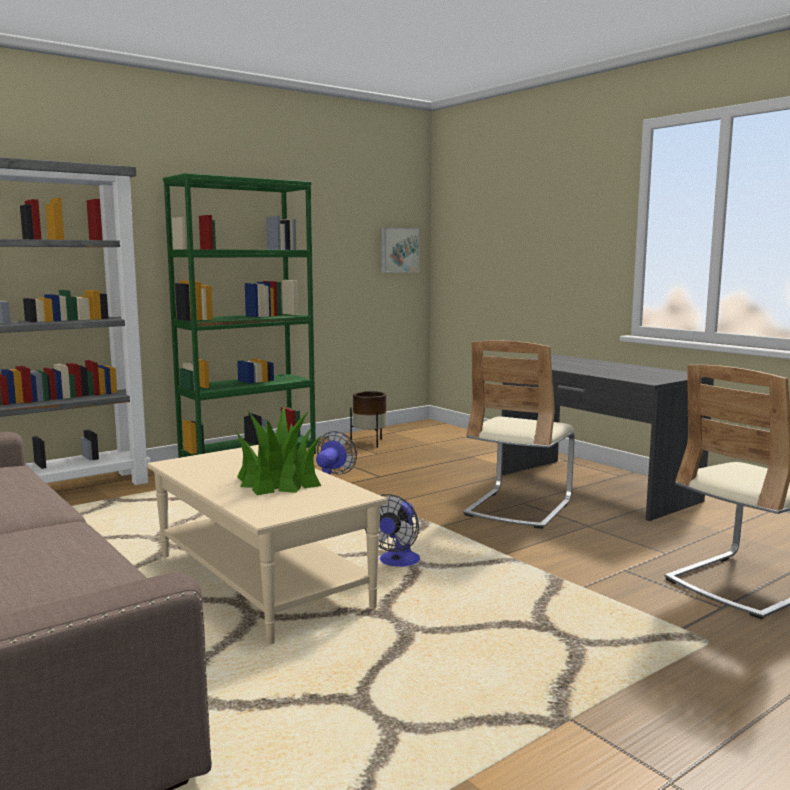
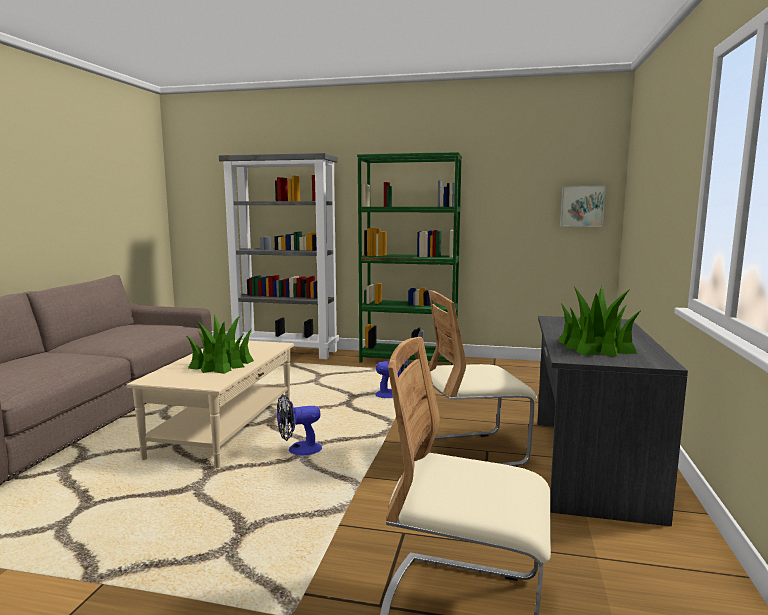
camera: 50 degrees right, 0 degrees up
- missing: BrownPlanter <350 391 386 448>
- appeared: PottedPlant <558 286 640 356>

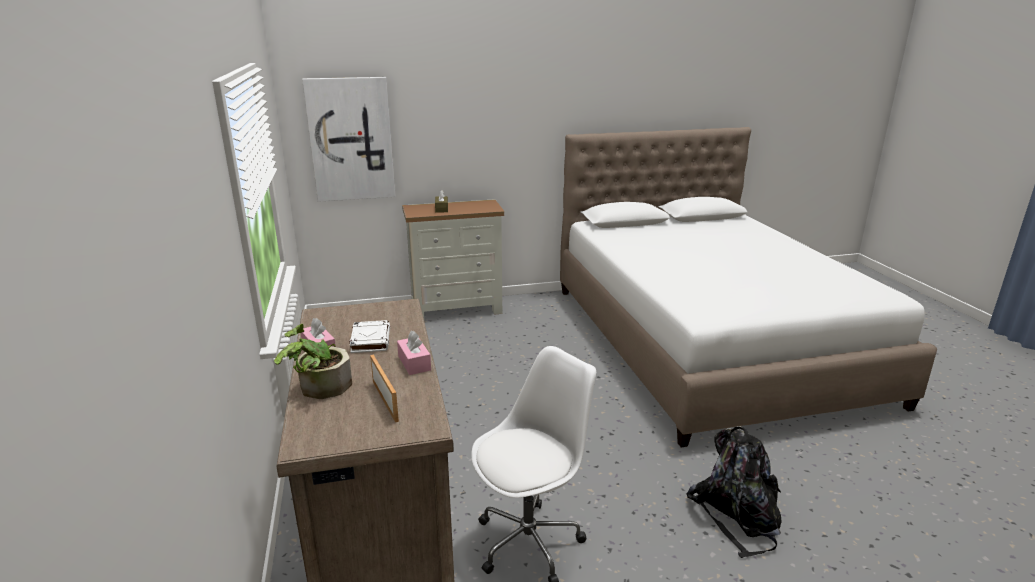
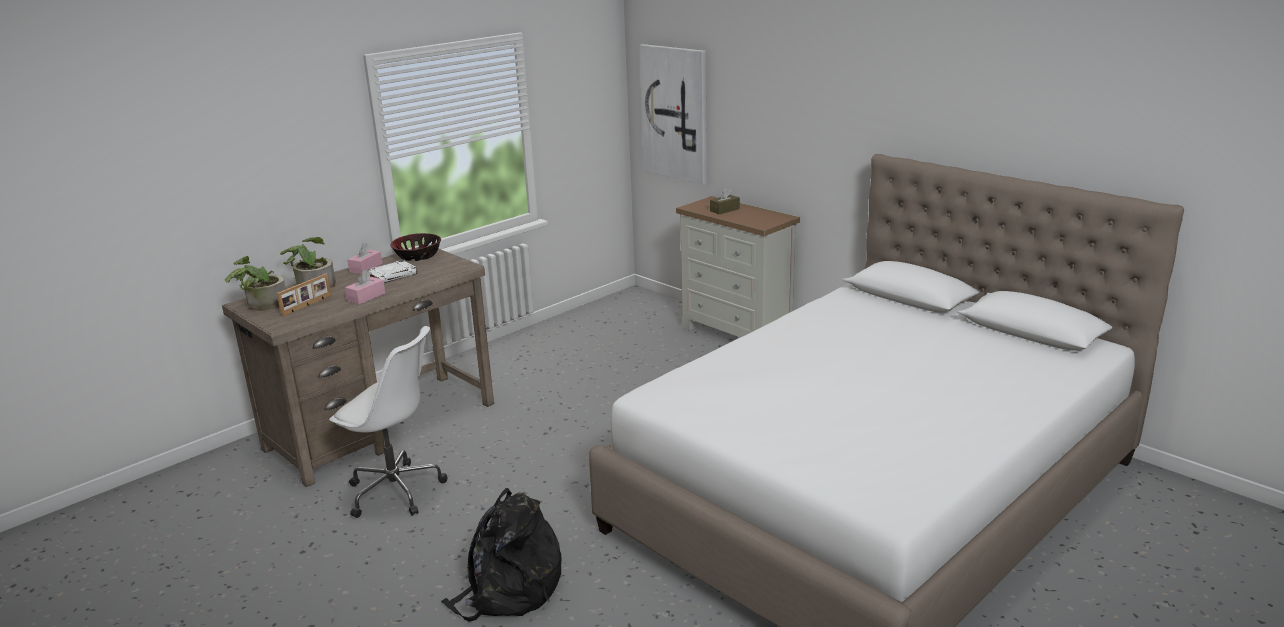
camera: 60 degrees right, 0 degrees up
- appeared: Bowl <390 233 441 261>
- appeared: PottedPlant <225 256 286 311>

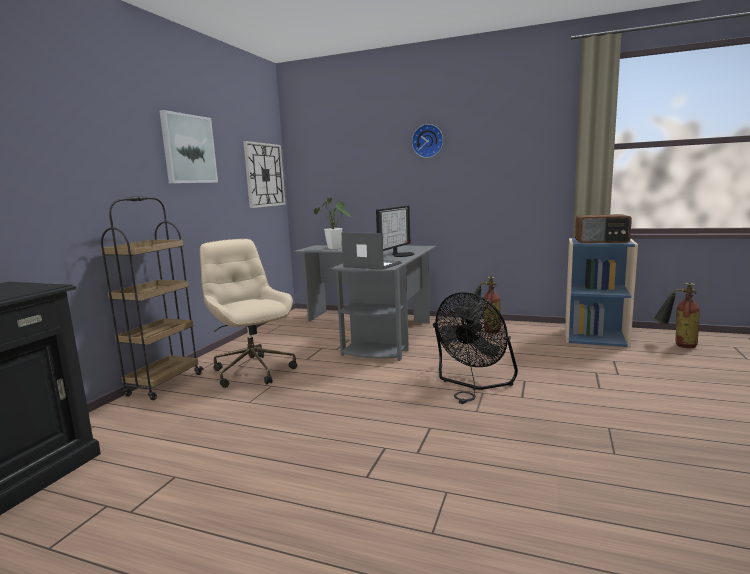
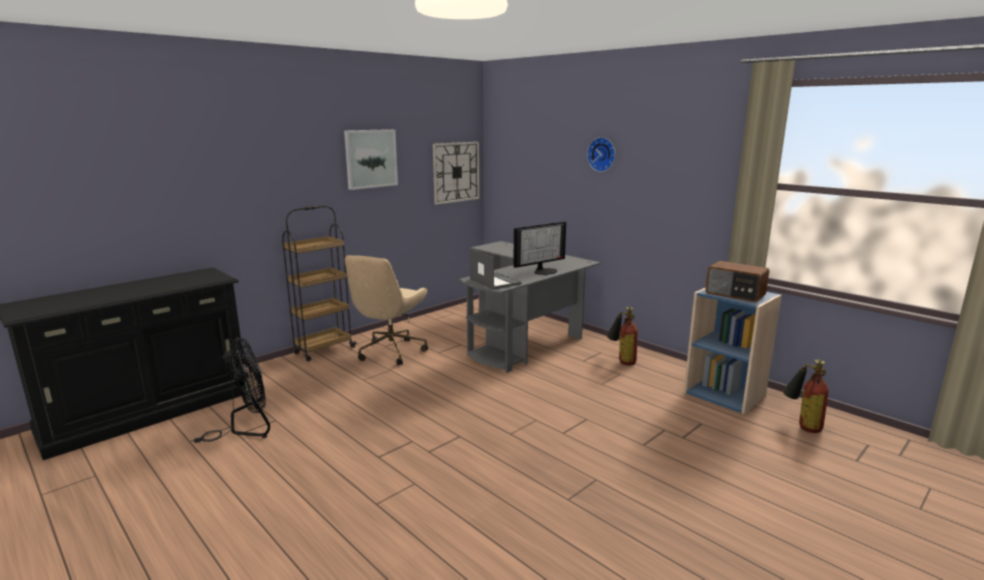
camera: 25 degrees right, 5 degrees up
- missing: PottedPlant <314 198 350 249>
- spun: BeigeOfficeChair <200 239 297 388> = <345 255 428 365> 150 degrees counterclockwise
- relocated: BlackFan <433 292 518 404> to <193 337 270 443>

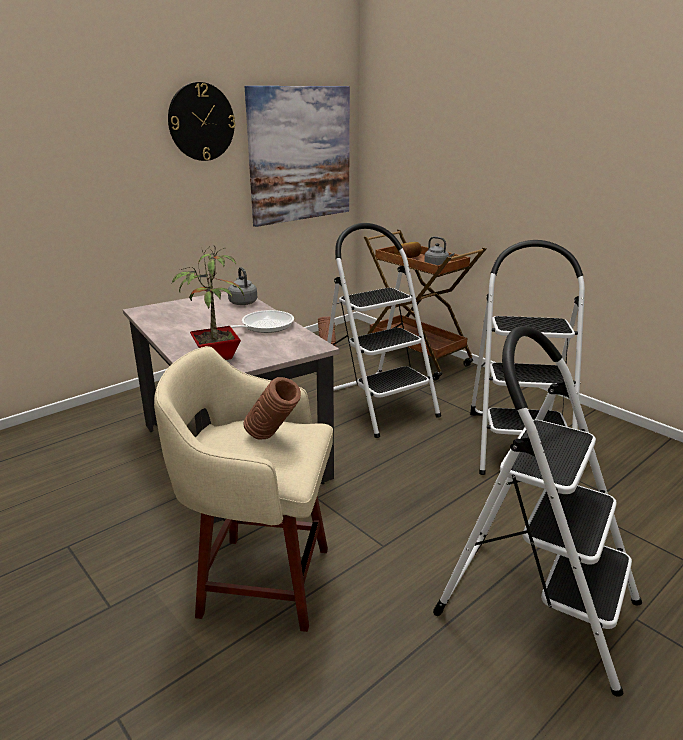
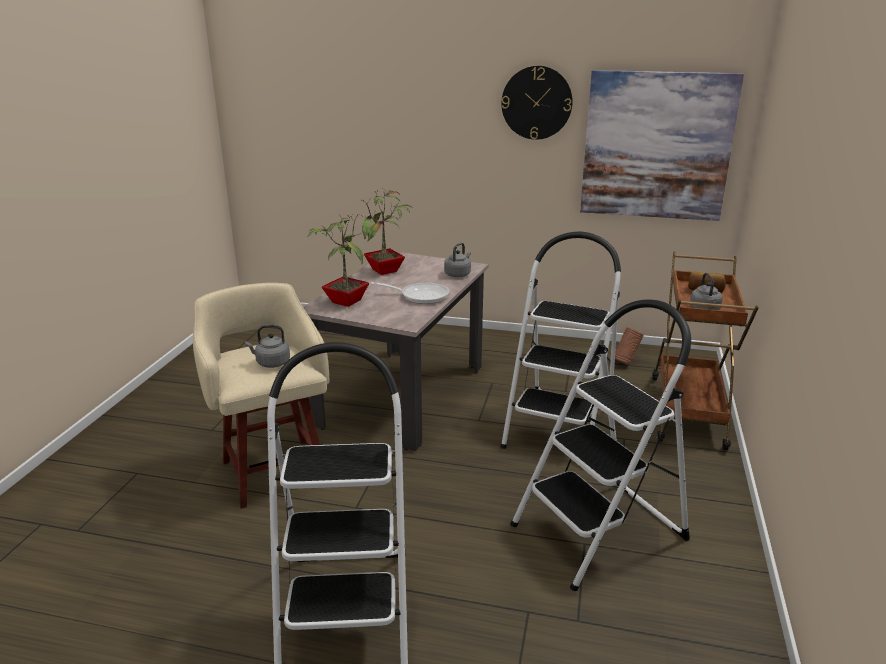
camera: 55 degrees right, 0 degrees up
- exchanged: BrownVase <244 377 301 440> to GreyKettle <245 325 290 368>
- appeared: PottedPlant <362 190 411 275>

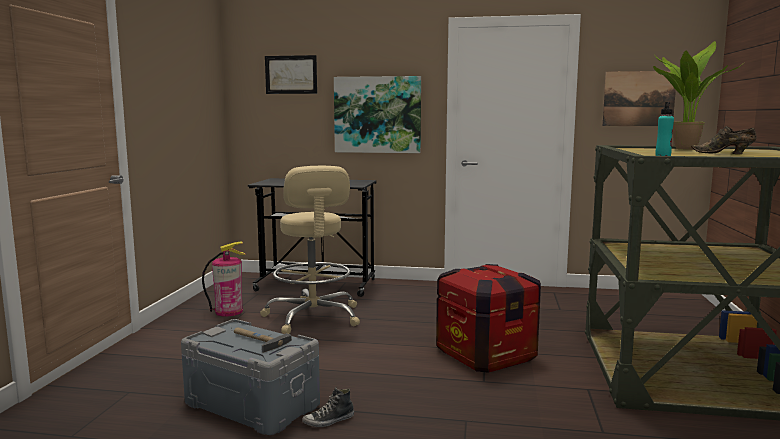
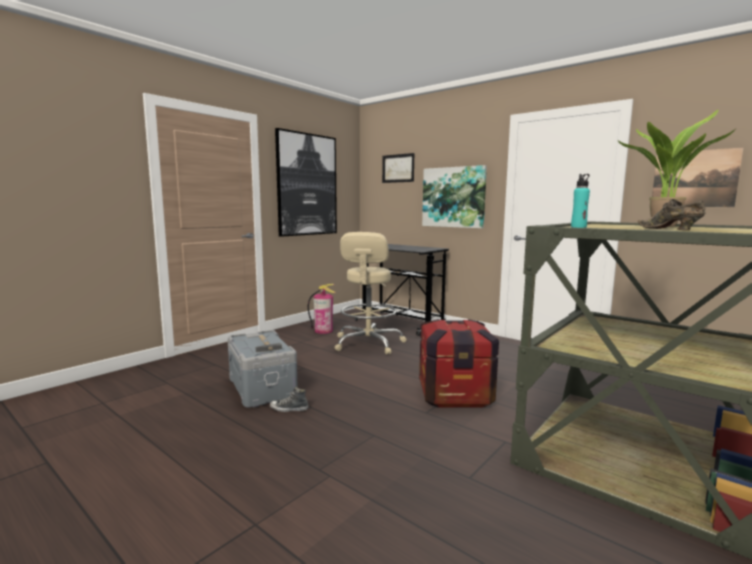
camera: 30 degrees right, 0 degrees up
- appeared: Picture <275 128 337 237>

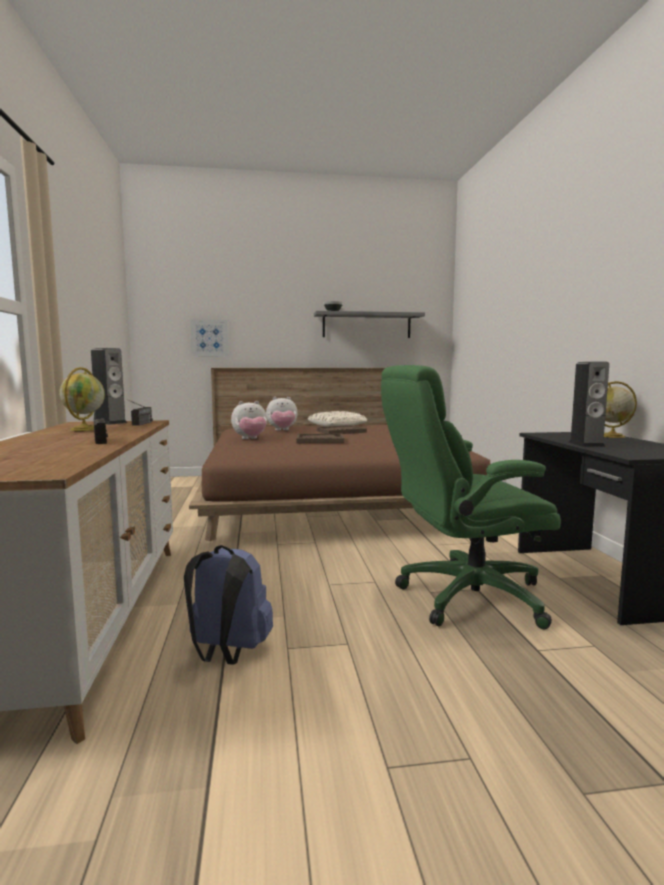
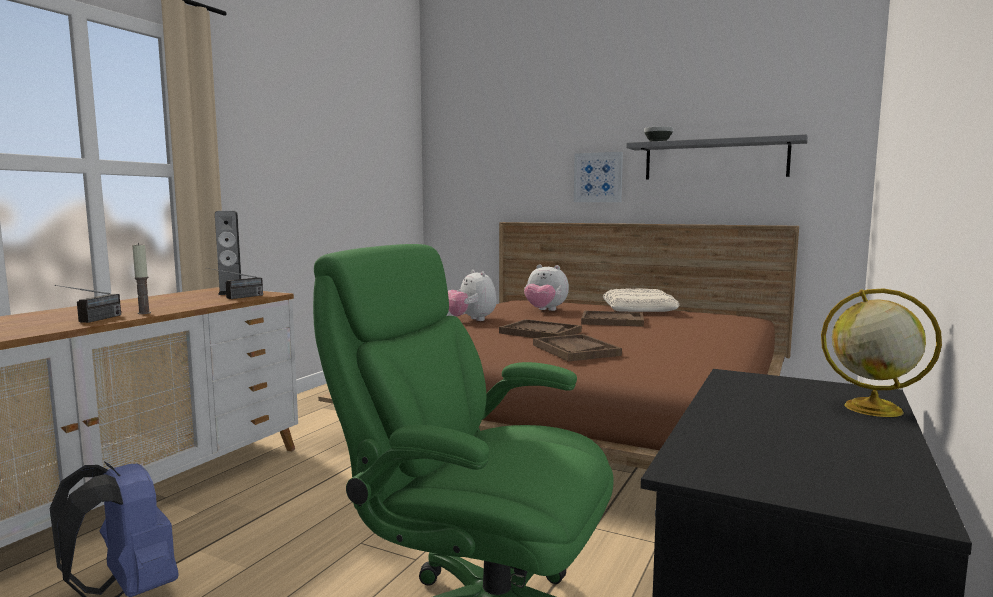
camera: 35 degrees right, 0 degrees up
- relocated: Picture <190 320 228 356> to <574 152 623 202>
- missing: Speaker <569 362 609 447>
- missing: Globe <59 367 105 431>
- spun: PlushToy <231 401 267 439> = <448 270 496 321> 45 degrees clockwise
- appeared: Candle <132 243 151 314>
- appeared: BrownTray <533 334 622 362>

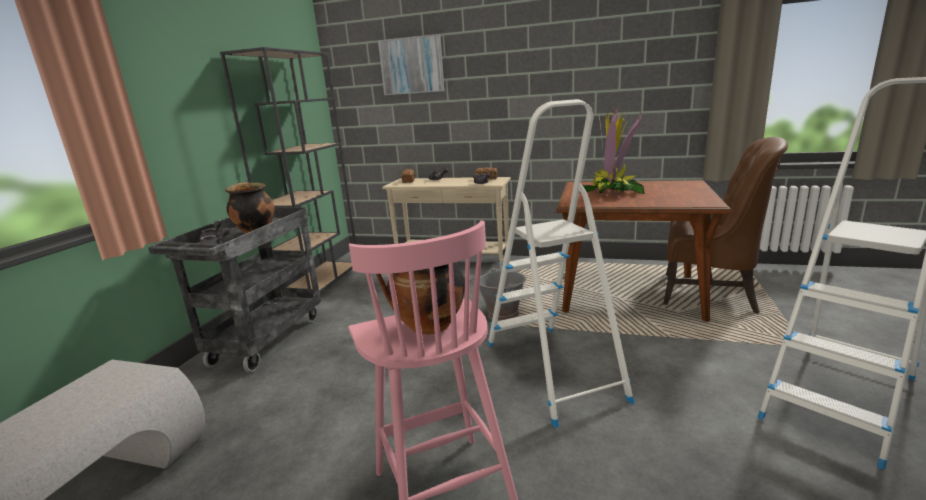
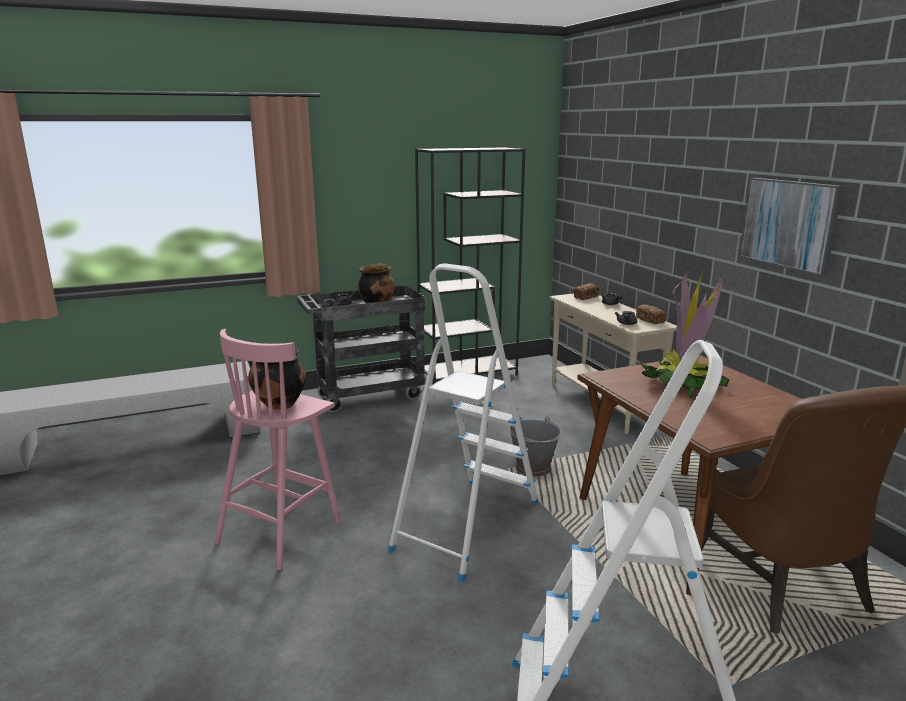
camera: 50 degrees right, 0 degrees up
- relocated: Picture <378 34 445 95> to <739 178 843 276>

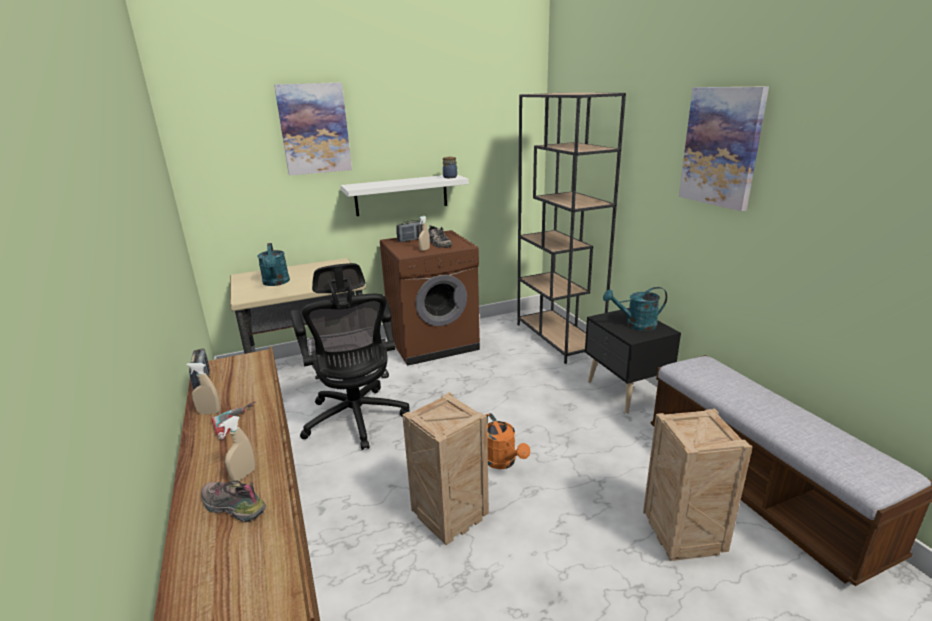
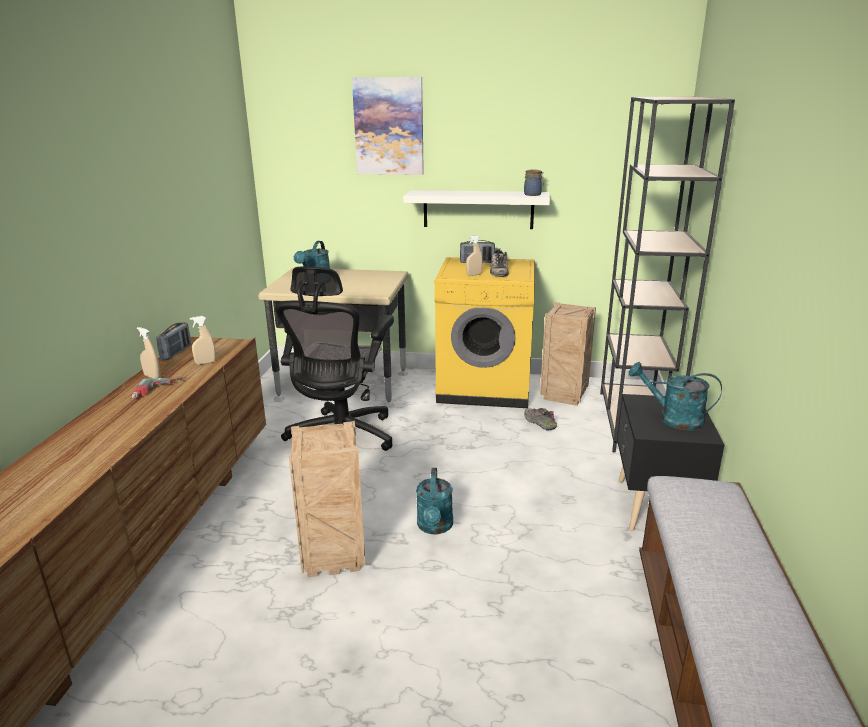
camera: 30 degrees right, 0 degrees up
- missing: Picture <679 86 769 211>
- colour: BrownWashingMachine <380 230 480 366> to YellowWashingMachine <434 257 535 408>
- relocated: Crate <643 408 752 561> to <540 302 596 406>
- colour: OrangeWateringCan <486 413 530 469> to TurquoiseWateringCan <416 468 453 534>
- relocated: BeigeSprayBottle <219 416 255 481> to <190 316 216 365>
- relocated: Shoe <201 481 266 522> to <524 408 557 430>

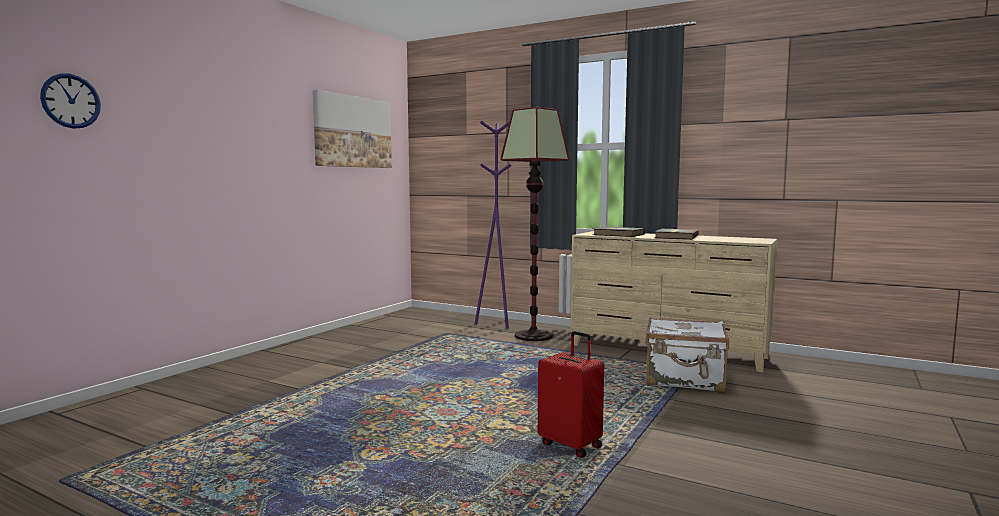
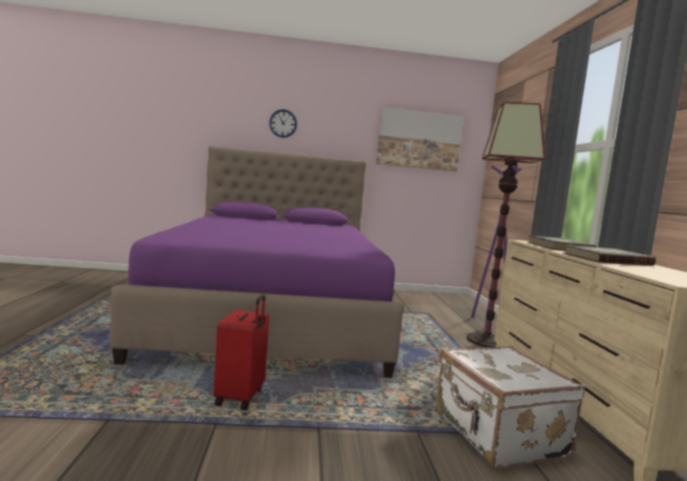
camera: 55 degrees right, 0 degrees up
- relocated: WallClock <40 74 101 129> to <269 109 297 138>
- appeared: PurpleBed <110 146 404 378>

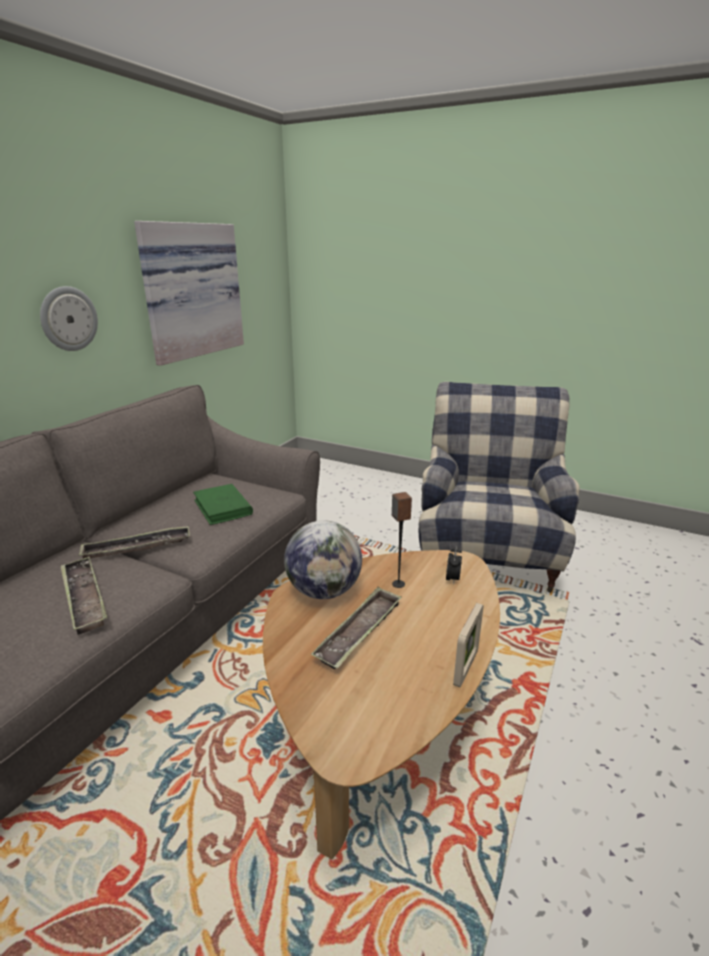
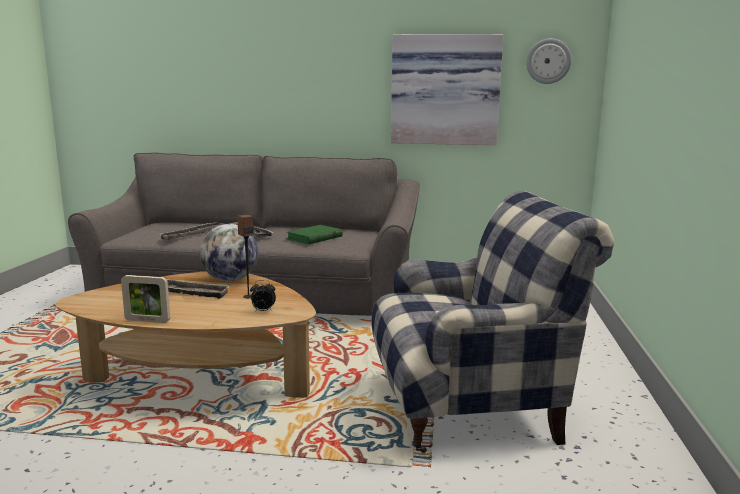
camera: 70 degrees right, 10 degrees down
- relocated: WallClock <40 286 98 351> to <526 38 571 84>

